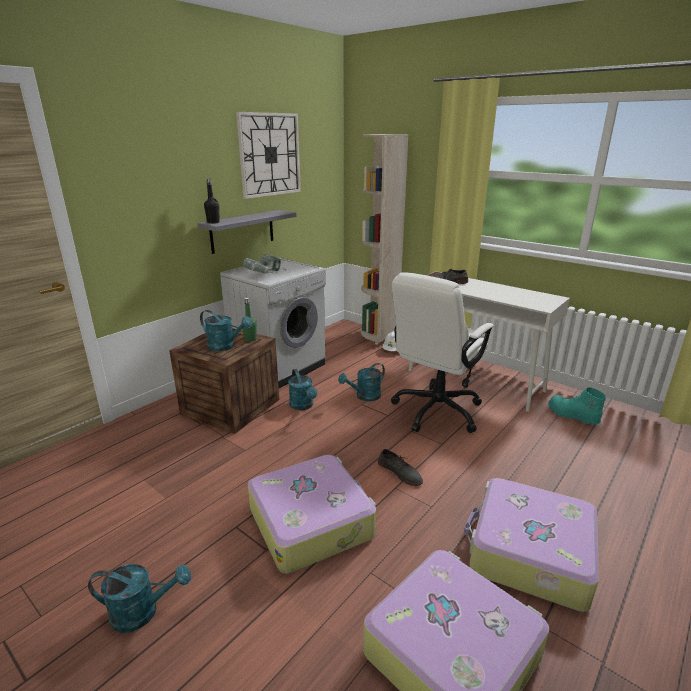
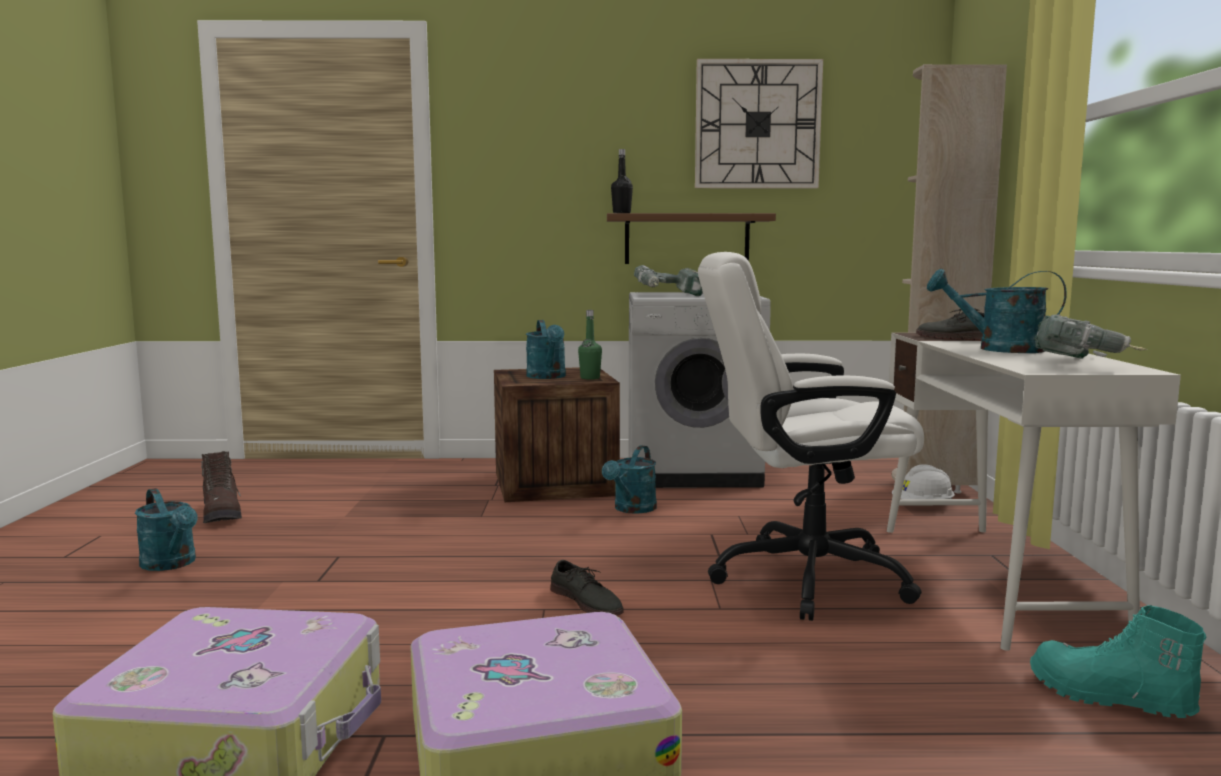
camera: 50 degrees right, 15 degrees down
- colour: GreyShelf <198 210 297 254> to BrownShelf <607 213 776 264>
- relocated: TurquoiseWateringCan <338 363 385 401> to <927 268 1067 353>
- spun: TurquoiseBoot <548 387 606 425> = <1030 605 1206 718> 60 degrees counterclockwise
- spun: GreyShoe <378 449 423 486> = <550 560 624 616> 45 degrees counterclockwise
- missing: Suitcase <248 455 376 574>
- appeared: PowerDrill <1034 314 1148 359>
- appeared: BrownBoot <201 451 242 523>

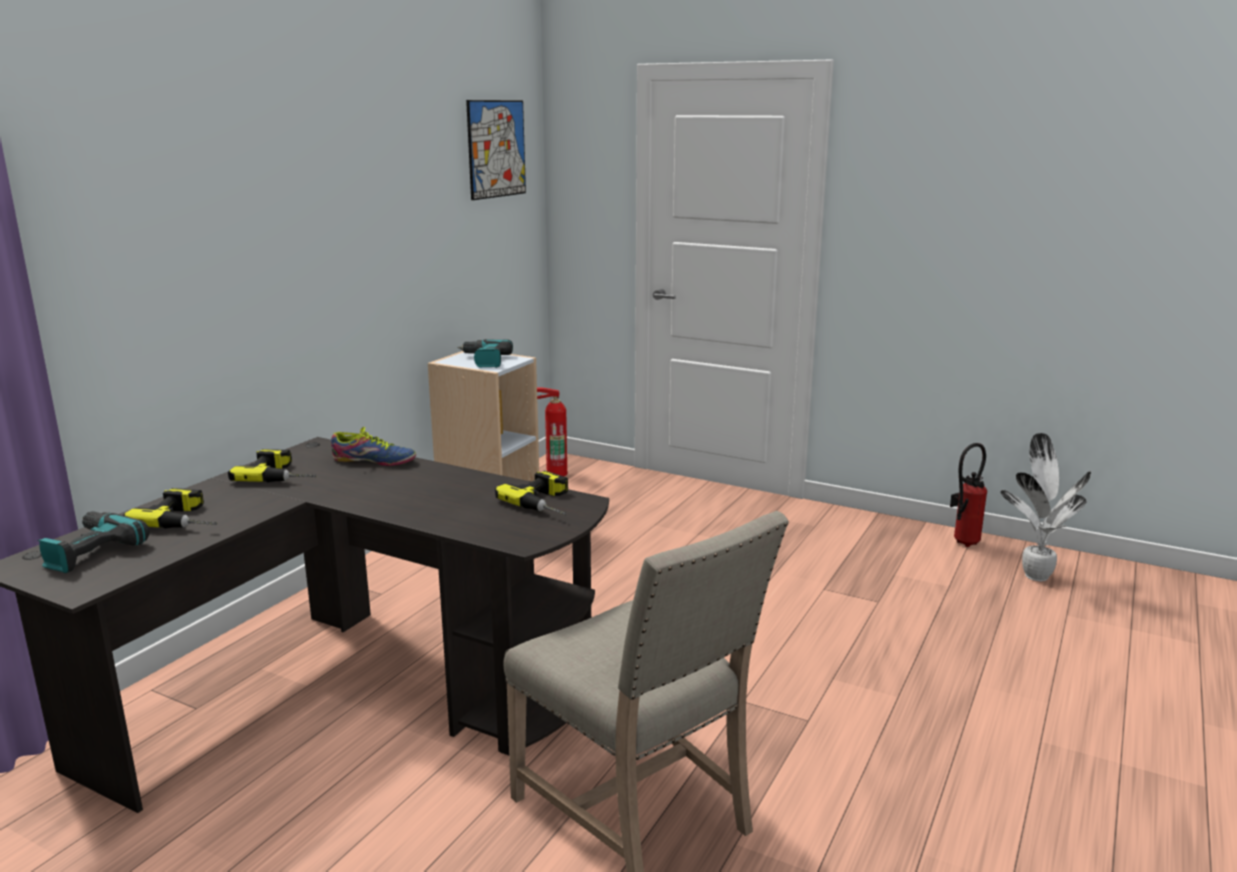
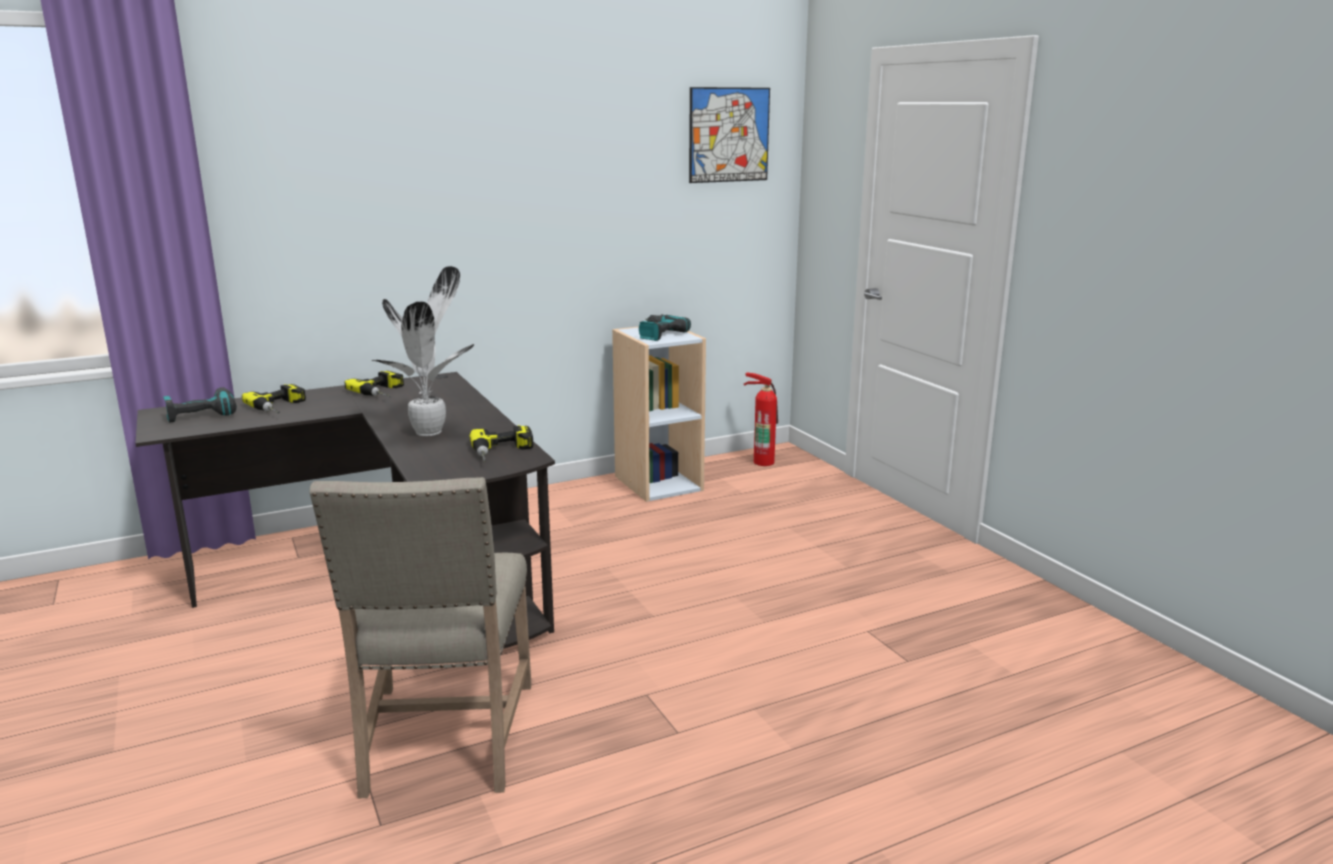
camera: 35 degrees right, 0 degrees up
- missing: Shoe <331 427 416 466>
- relocated: PottedPlant <1000 433 1091 581> to <371 266 474 436>
- missing: FireExtinguisher <950 443 987 547>

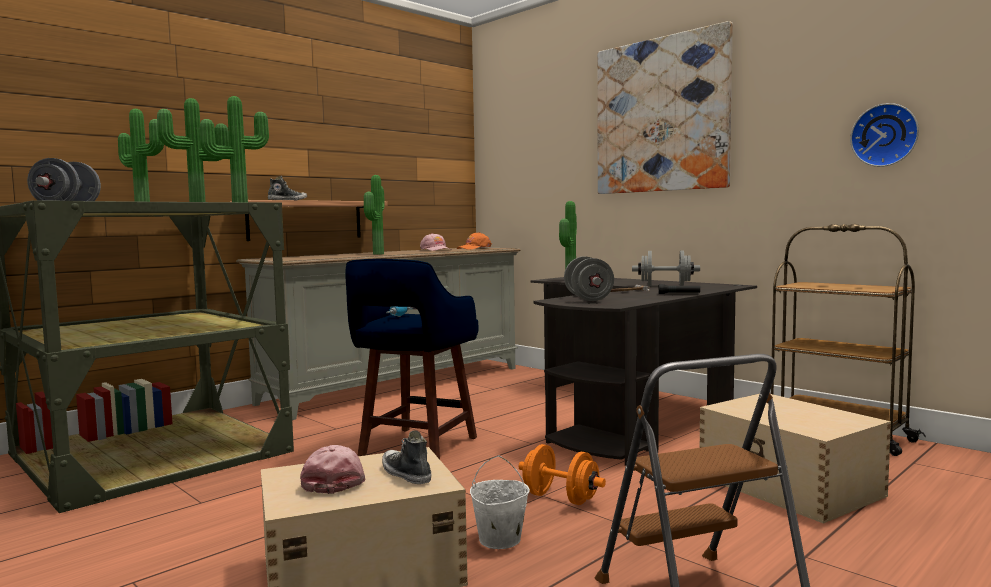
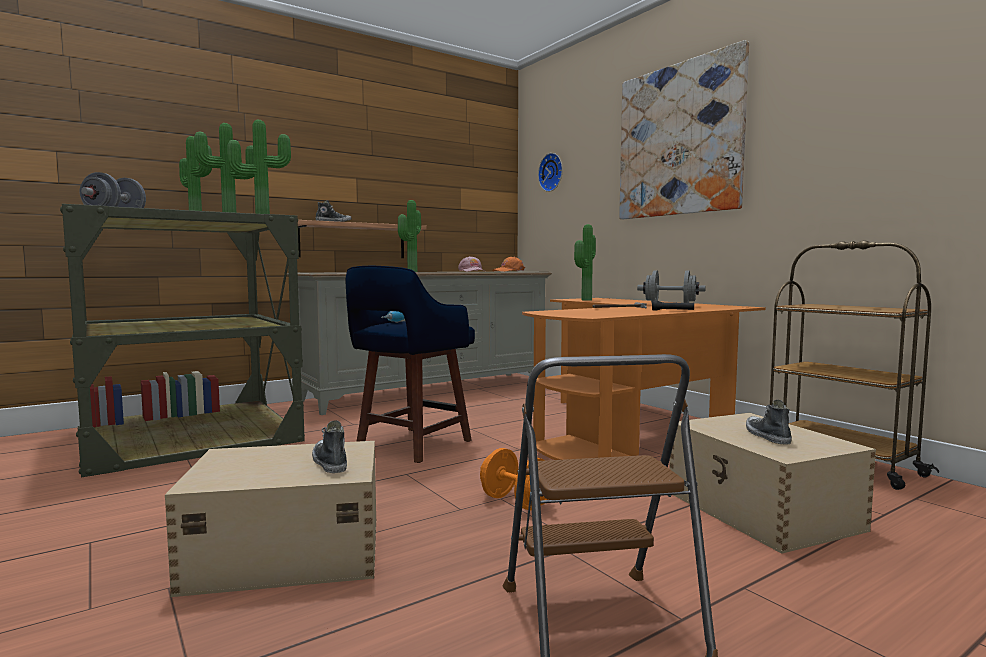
camera: 10 degrees right, 0 degrees up
- relocated: WallClock <850 103 919 167> to <538 153 563 192>
- missing: GreyDumbbell <564 256 614 301>
- colour: BlackDesk <531 277 757 466> to OrangeDesk <522 298 766 460>
- missing: PinkCap <300 445 365 494>
- missing: WhiteBucket <470 455 530 549>
- appeared: Shoe <746 400 792 445>

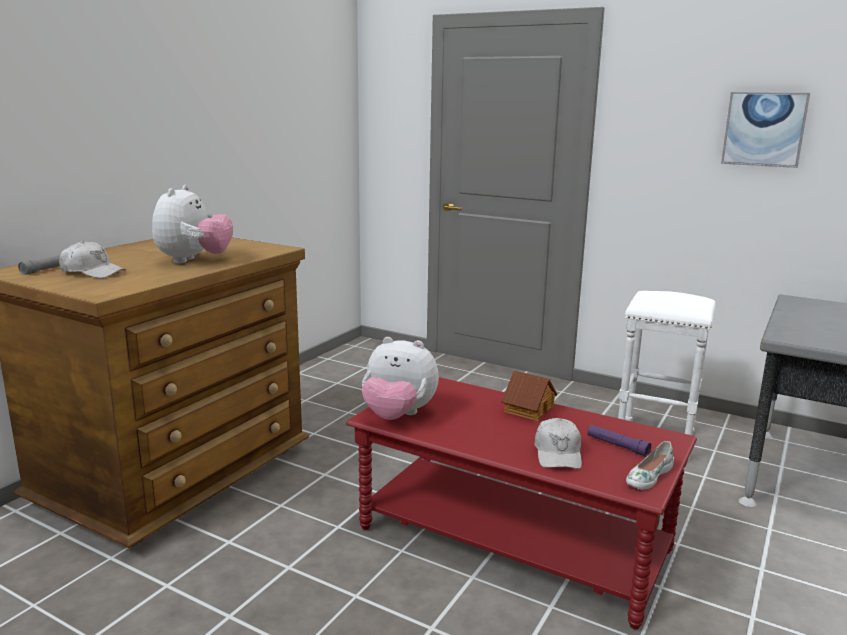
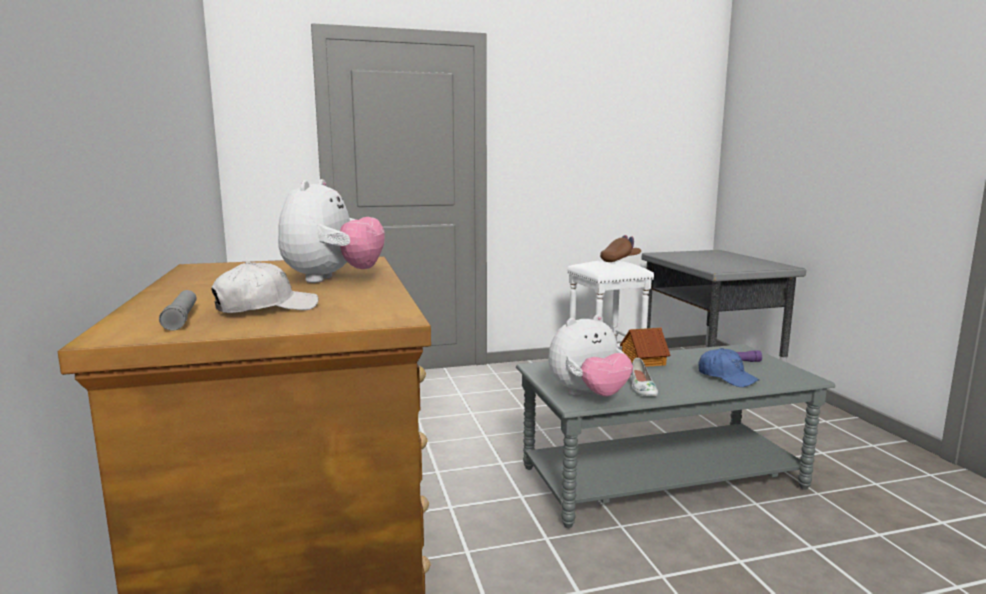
camera: 45 degrees left, 5 degrees down
- missing: Picture <721 92 810 168>
- spun: PlushToy <152 185 233 264> = <278 179 385 283> 45 degrees clockwise
- colour: RedCoffeeTable <346 377 697 630> to GreyCoffeeTable <516 344 835 528>
- colour: WhiteCap <534 418 582 469> to BlueCap <698 348 759 387>
- relocated: WhiteShoe <626 441 674 489> to <629 358 658 396>
- appeared: BrownCap <600 235 641 262>

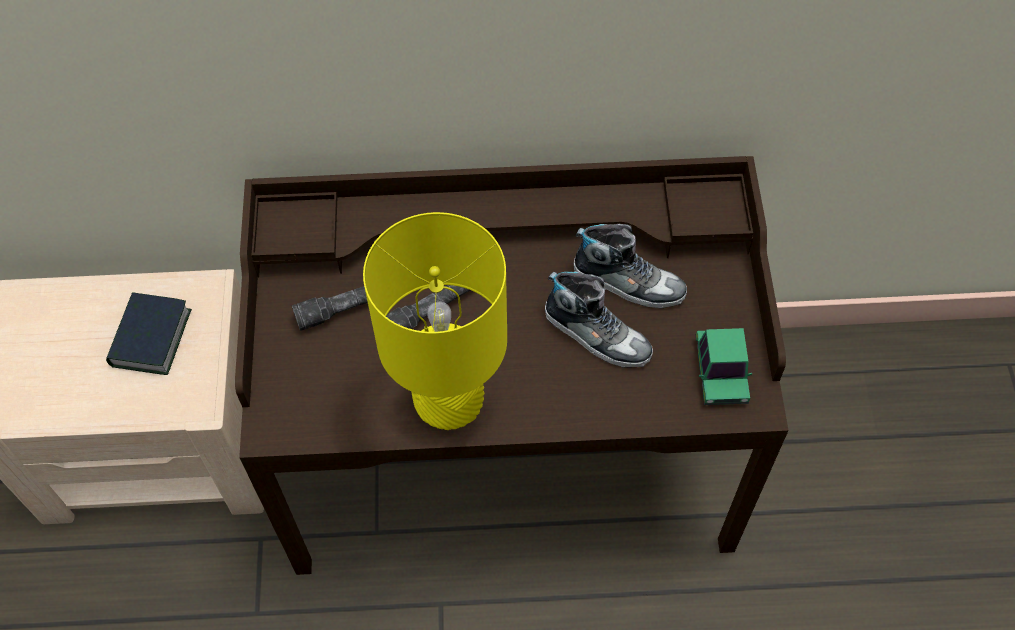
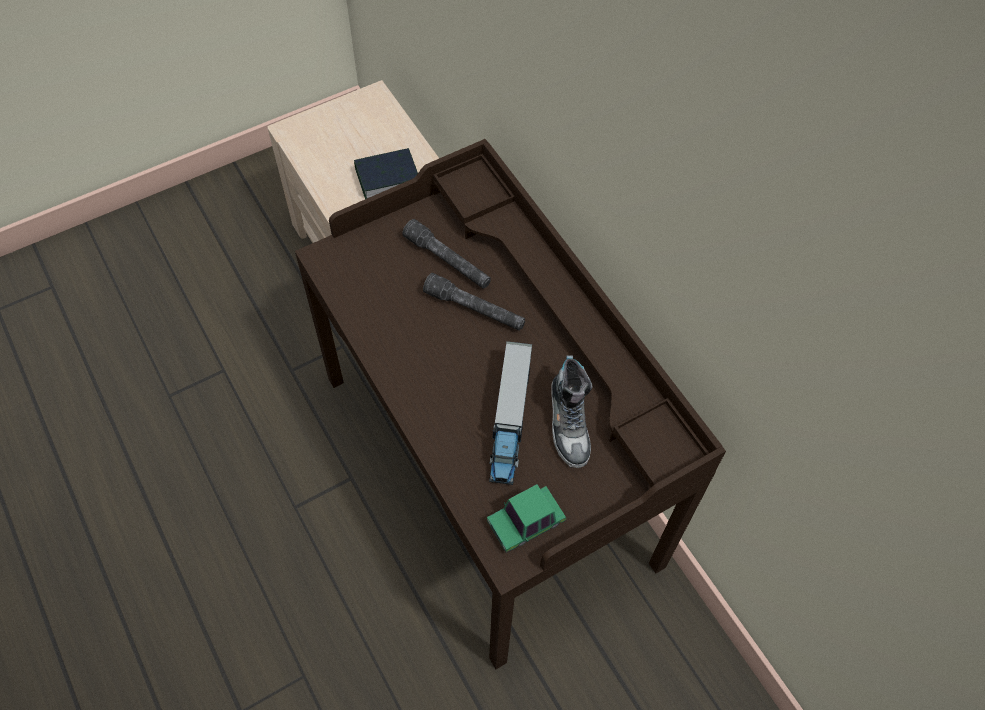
camera: 60 degrees right, 0 degrees up
- missing: YellowTableLamp <363 212 507 430>
- exchanged: Shoe <545 271 653 368> to ToyTruck <489 341 532 485>

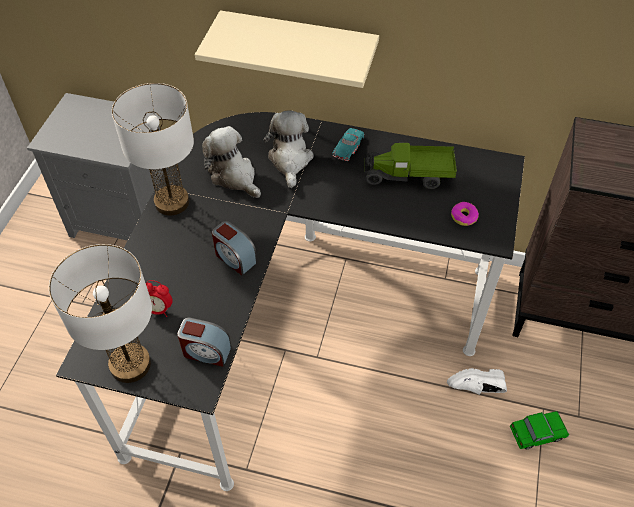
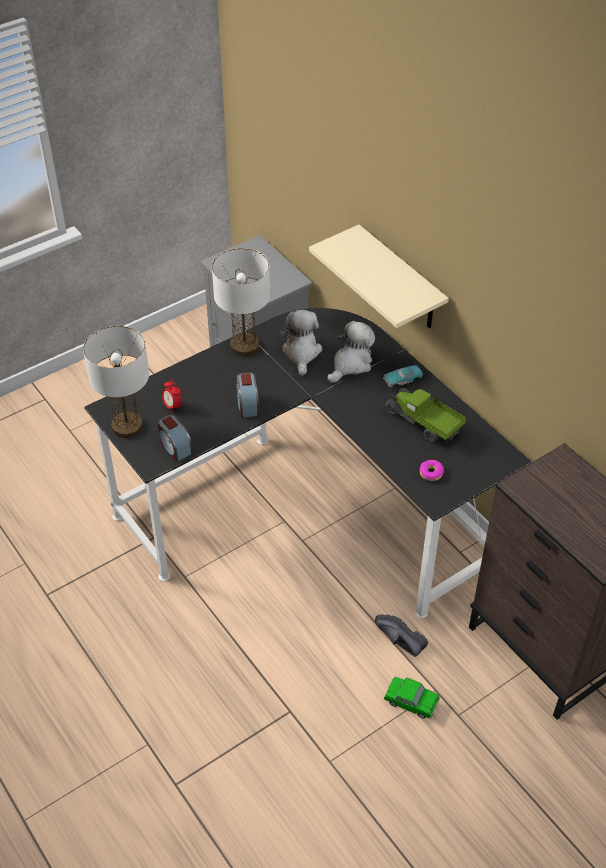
camera: 40 degrees right, 5 degrees down
- colour: WhiteShoe <447 368 507 395> to BlackShoe <375 614 428 657>

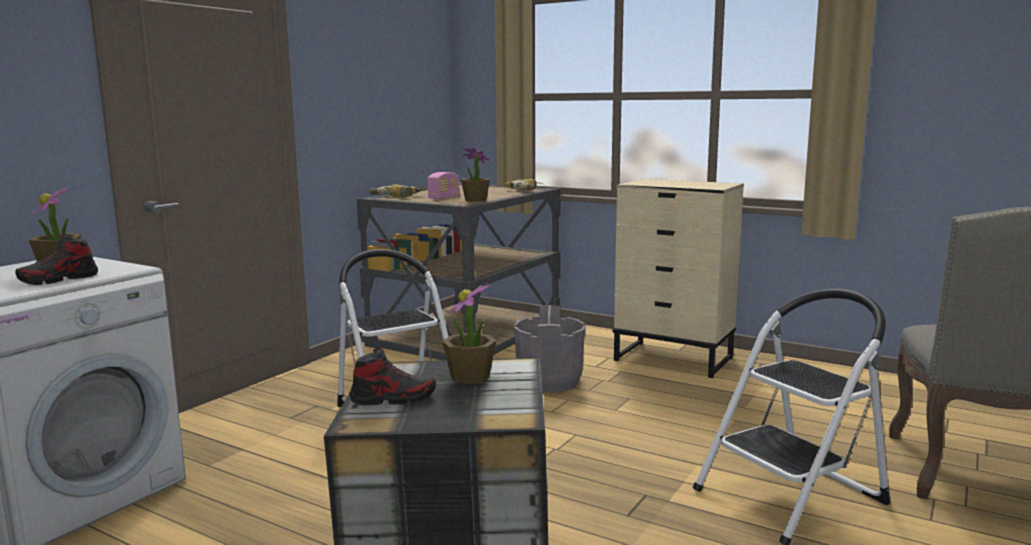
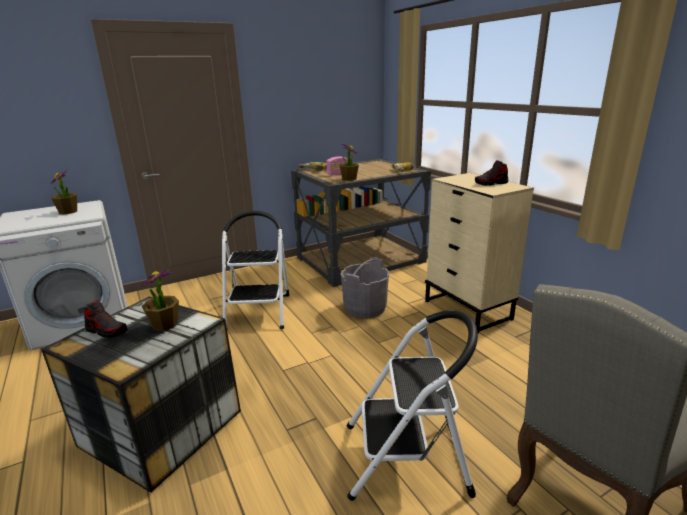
camera: 30 degrees right, 10 degrees up
- relocated: Shoe <15 234 98 285> to <475 160 508 186>

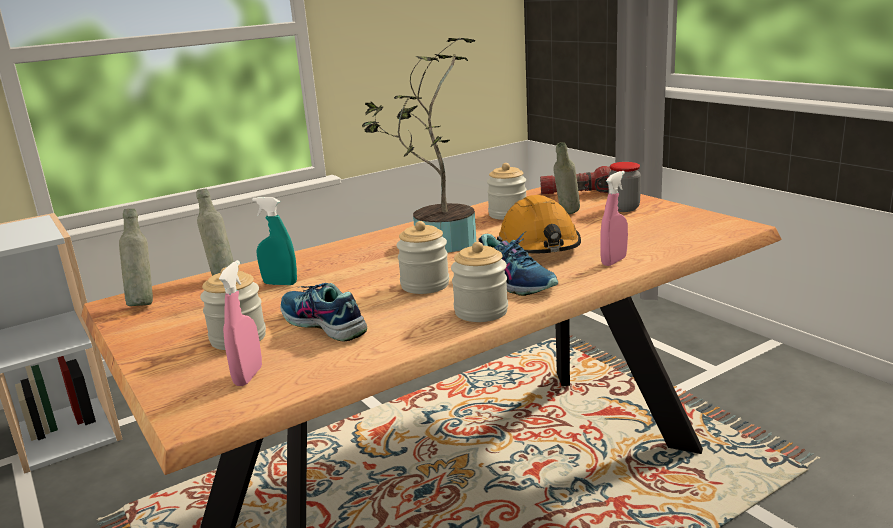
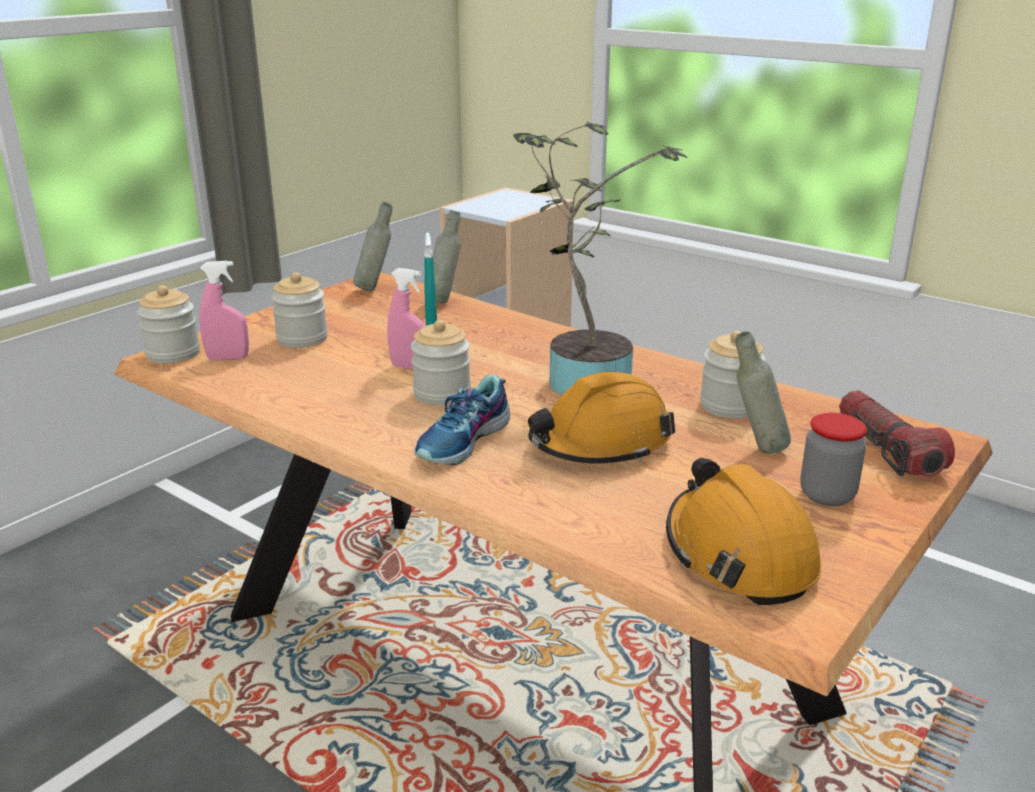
camera: 70 degrees right, 5 degrees up
- relocated: PinkSprayBottle <600 171 628 266> to <387 268 425 370>
- relocated: Jar <451 242 508 322> to <137 285 200 363>
- missing: Shoe <280 283 367 341>
- appeared: OrangeHardHat <666 458 822 605>

